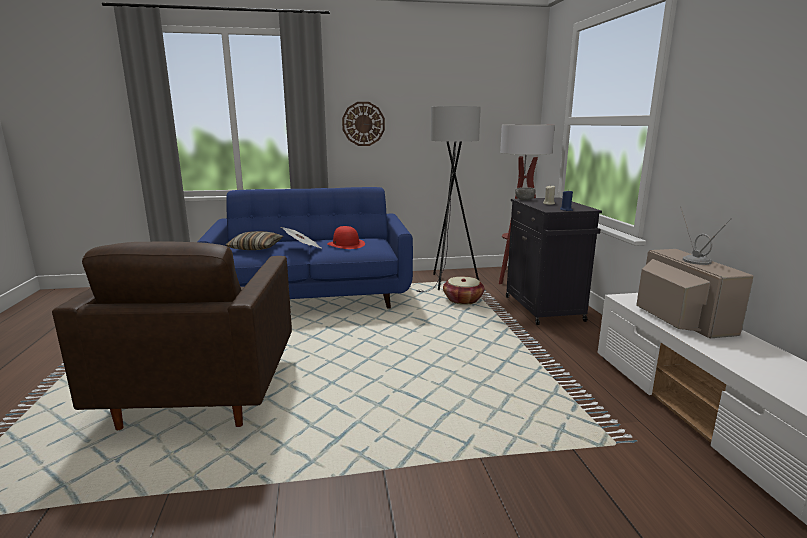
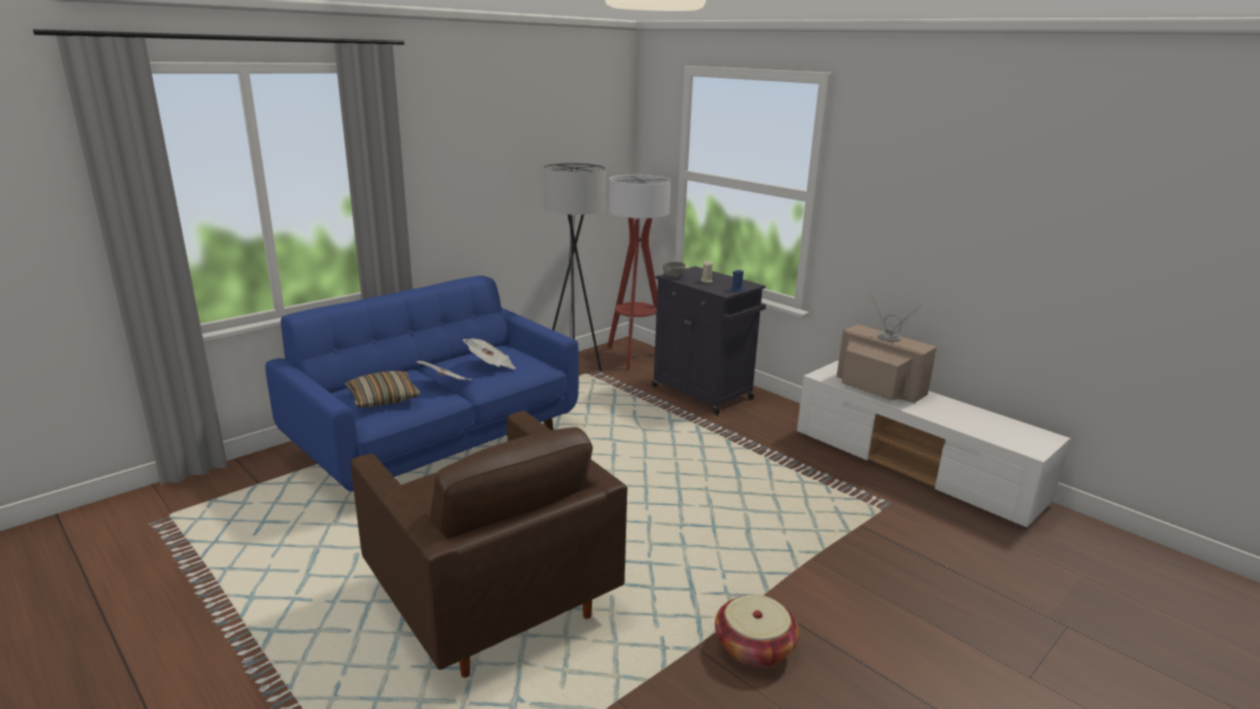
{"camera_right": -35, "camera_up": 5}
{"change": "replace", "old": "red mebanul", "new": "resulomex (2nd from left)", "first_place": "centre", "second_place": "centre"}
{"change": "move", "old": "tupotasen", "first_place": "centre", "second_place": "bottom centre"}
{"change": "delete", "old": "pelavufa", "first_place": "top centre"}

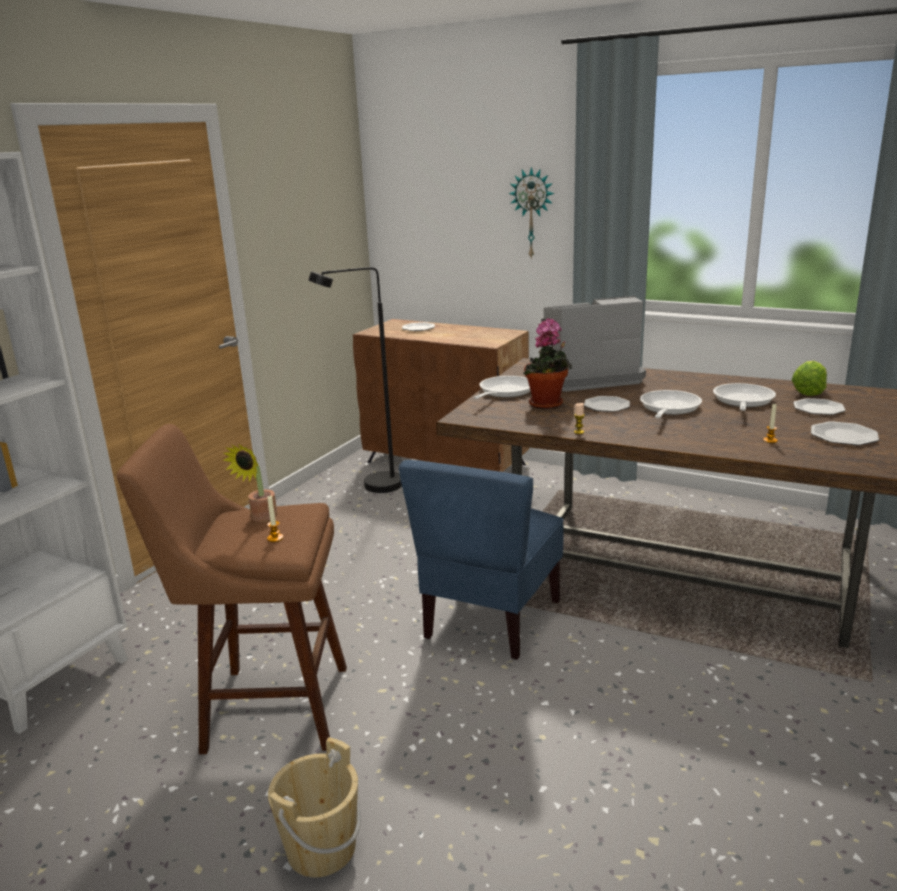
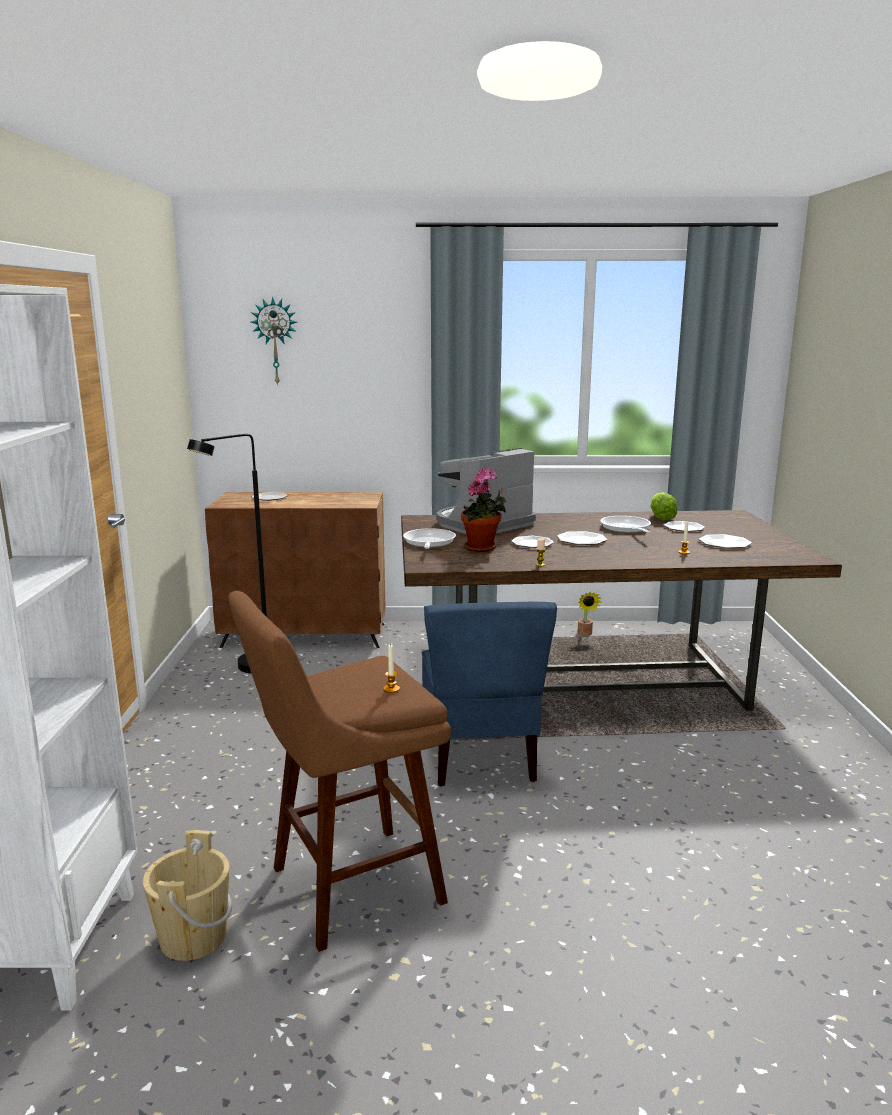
{"camera_right": -30, "camera_up": -5}
{"change": "move", "old": "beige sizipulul", "first_place": "bottom centre", "second_place": "bottom left"}
{"change": "move", "old": "pelavufa", "first_place": "top centre", "second_place": "top left"}
{"change": "replace", "old": "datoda (2nd from left)", "new": "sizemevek (3rd from left)", "first_place": "middle right", "second_place": "centre"}
{"change": "move", "old": "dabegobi (1st from left in the first image)", "new": "dabegobi (2nd from left)", "first_place": "middle left", "second_place": "centre"}

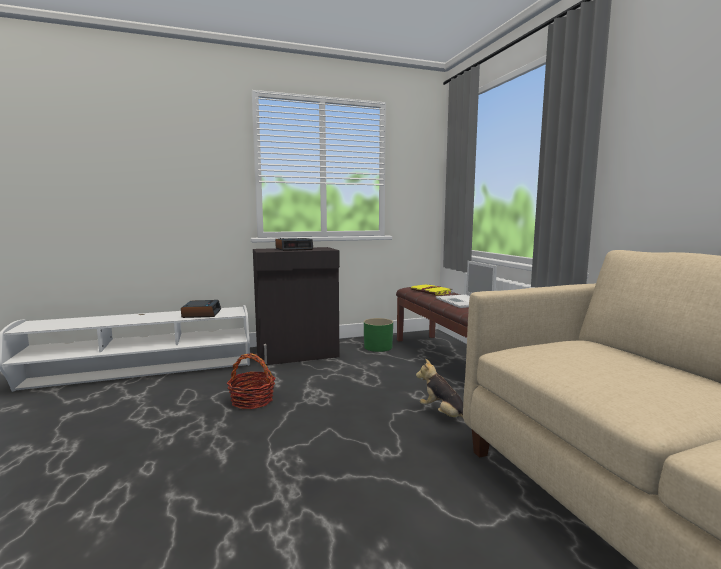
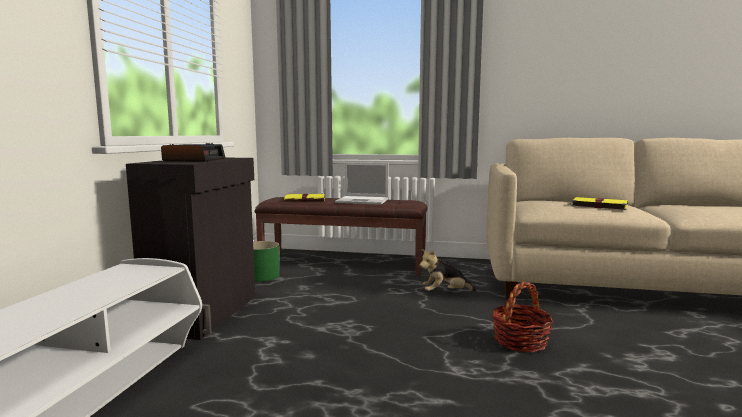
{"camera_right": -60, "camera_up": 0}
{"change": "move", "old": "tupotasen", "first_place": "bottom centre", "second_place": "bottom right"}
{"change": "insert", "new": "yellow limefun (2nd from left)", "second_place": "middle right"}
{"change": "delete", "old": "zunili (1st from left)", "first_place": "middle left"}

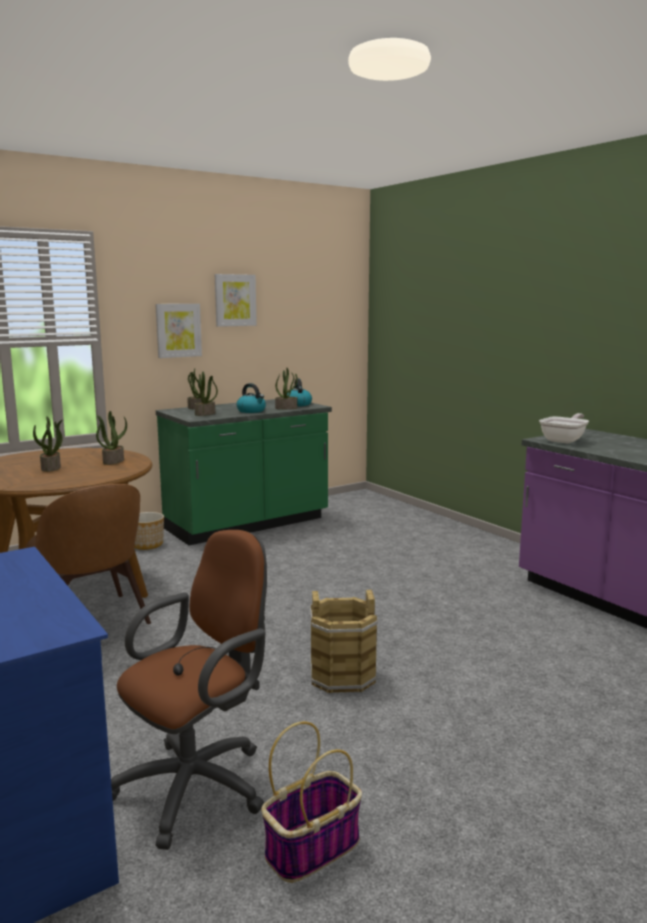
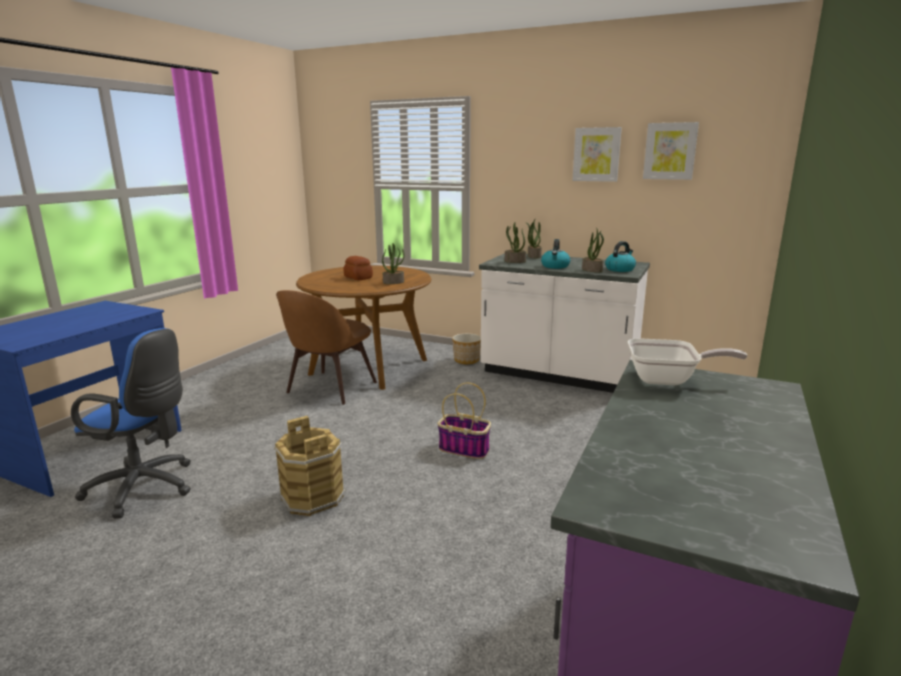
{"camera_right": 60, "camera_up": 5}
{"change": "recolor", "old": "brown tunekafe", "new": "blue tunekafe", "first_place": "bottom left", "second_place": "middle left"}
{"change": "replace", "old": "dabegobi (1st from left)", "new": "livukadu", "first_place": "middle left", "second_place": "centre"}
{"change": "move", "old": "tupotasen", "first_place": "bottom centre", "second_place": "centre"}
{"change": "recolor", "old": "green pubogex", "new": "white pubogex", "first_place": "centre", "second_place": "centre"}
{"change": "move", "old": "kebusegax (1st from left in the first image)", "new": "kebusegax (2nd from left)", "first_place": "middle left", "second_place": "top right"}

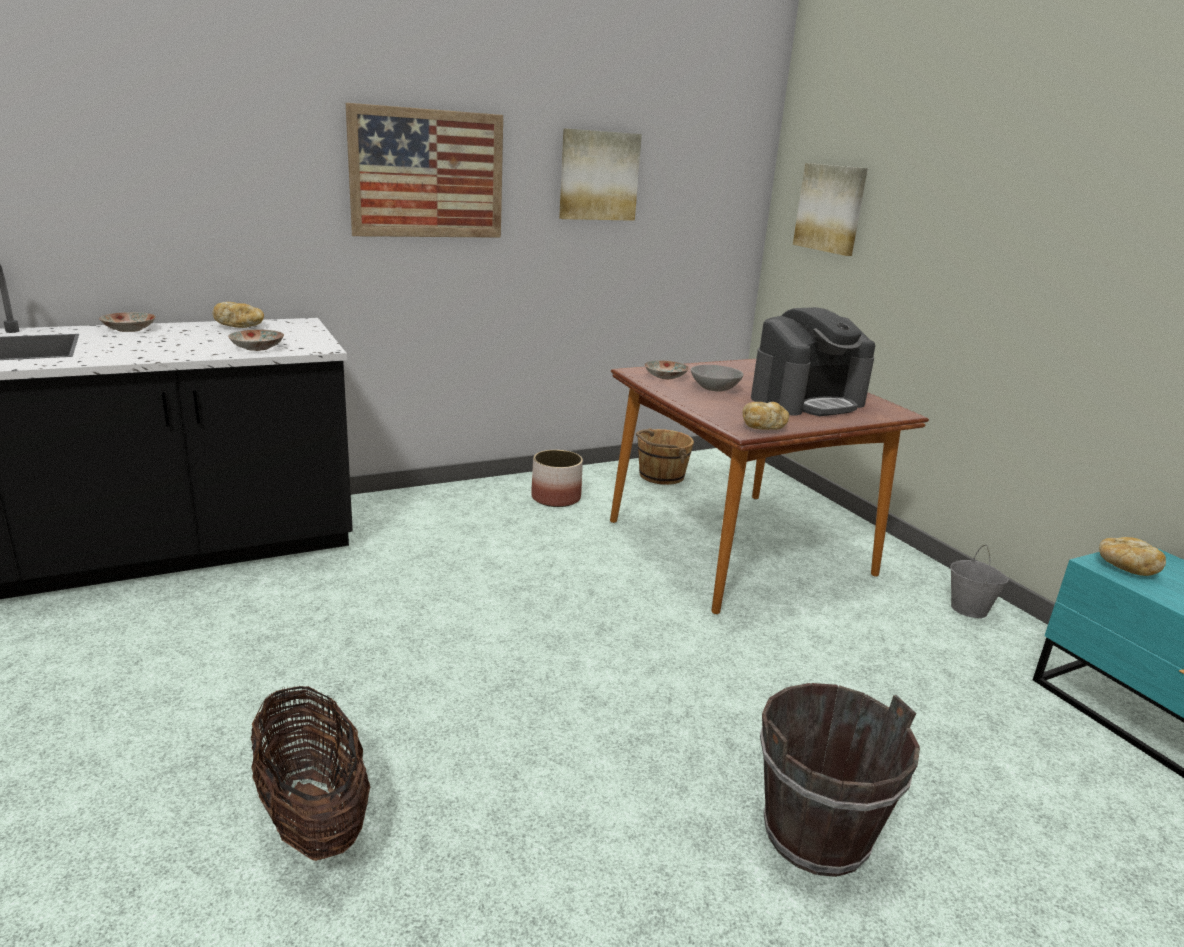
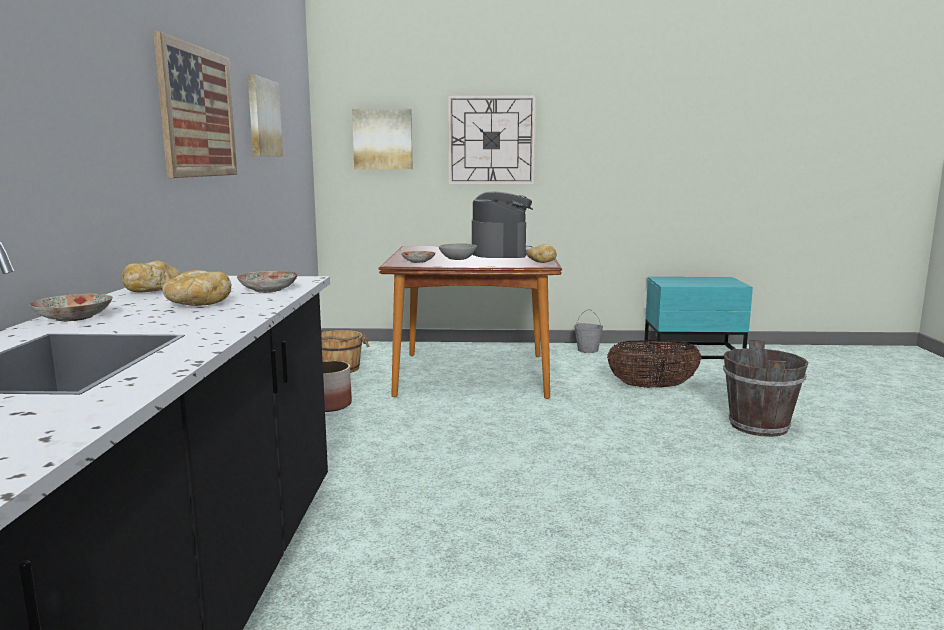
{"camera_right": -60, "camera_up": -10}
{"change": "move", "old": "livukadu (3rd from left in the first image)", "new": "livukadu (2nd from left)", "first_place": "middle right", "second_place": "middle left"}
{"change": "insert", "new": "pelavufa", "second_place": "top centre"}
{"change": "move", "old": "tupotasen", "first_place": "bottom left", "second_place": "middle right"}

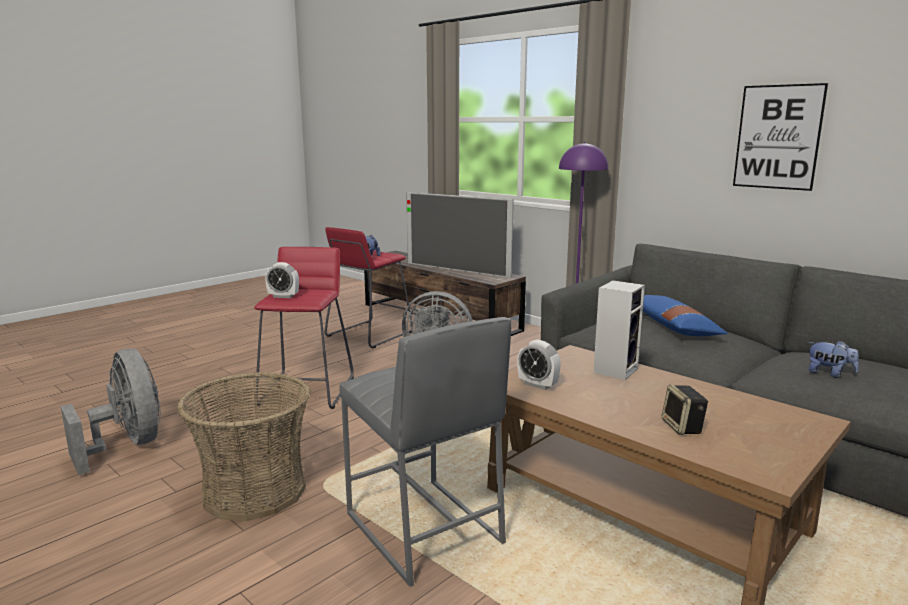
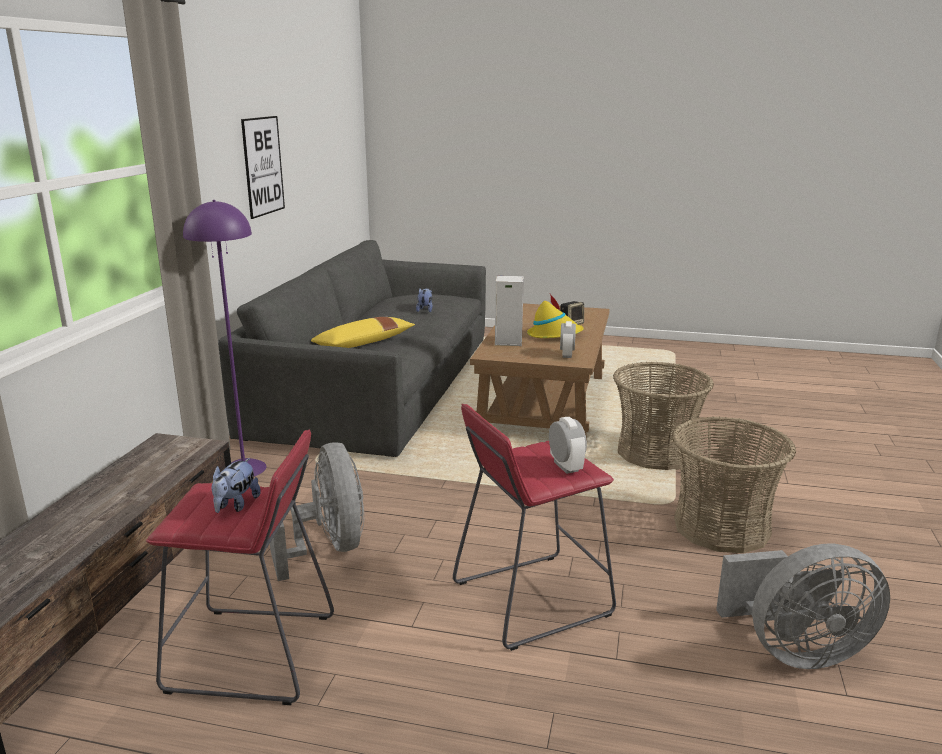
{"camera_right": -120, "camera_up": 5}
{"change": "recolor", "old": "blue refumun", "new": "yellow refumun", "first_place": "middle right", "second_place": "centre"}
{"change": "insert", "new": "yellow mebanul", "second_place": "centre"}
{"change": "replace", "old": "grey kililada", "new": "tupotasen (1st from left)", "first_place": "bottom centre", "second_place": "middle right"}
{"change": "rotate", "old": "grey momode (1st from left in the first image)", "first_place": "bottom left", "second_place": "bottom right", "degrees": -120}
{"change": "delete", "old": "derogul", "first_place": "centre"}

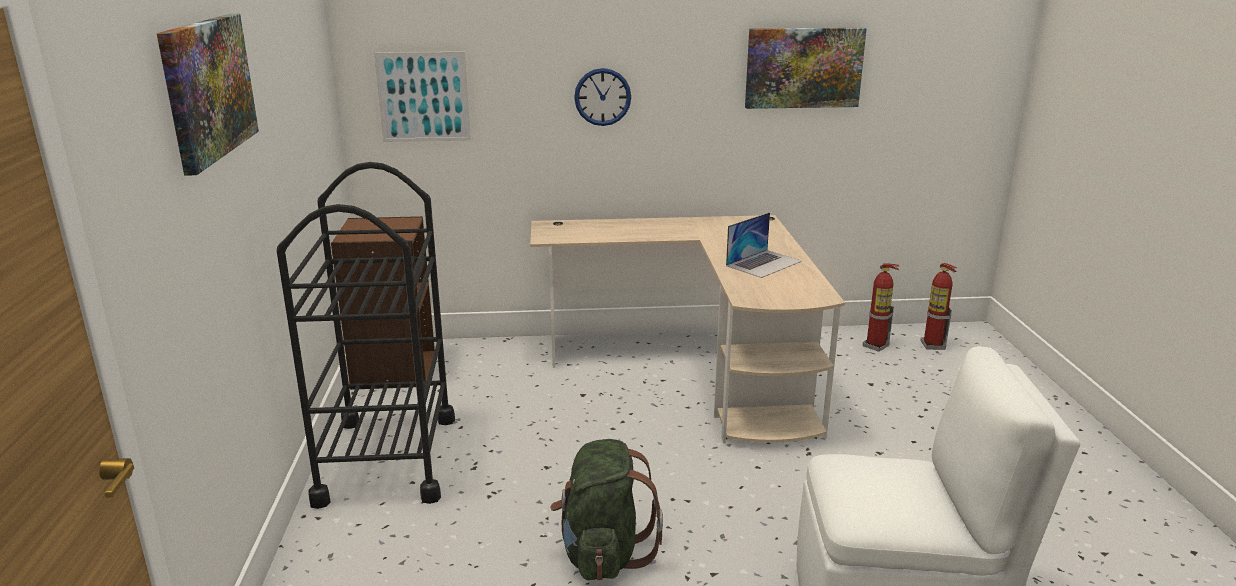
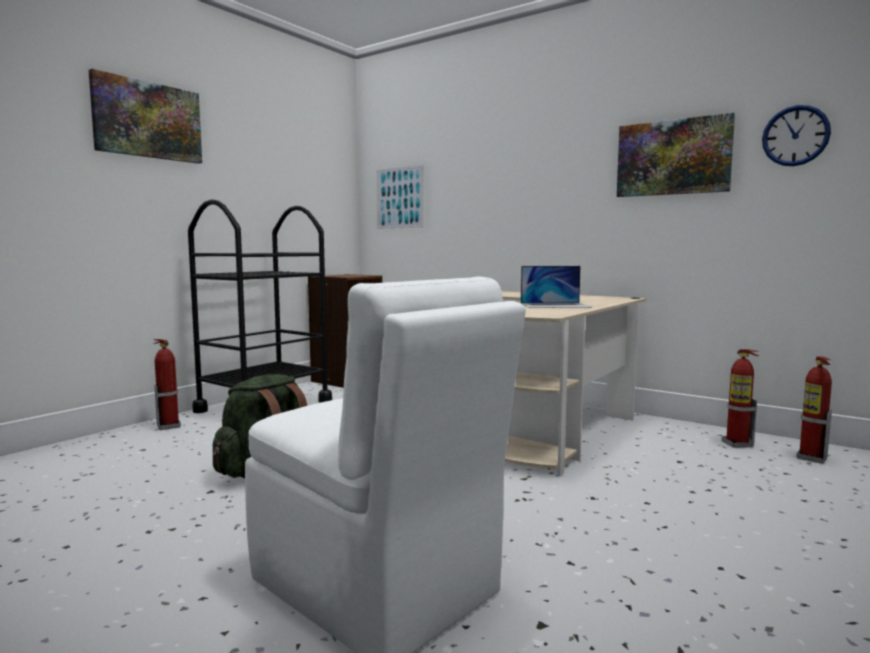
{"camera_right": 40, "camera_up": -15}
{"change": "insert", "new": "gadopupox (1st from left)", "second_place": "middle left"}
{"change": "move", "old": "pelavufa", "first_place": "top centre", "second_place": "top right"}

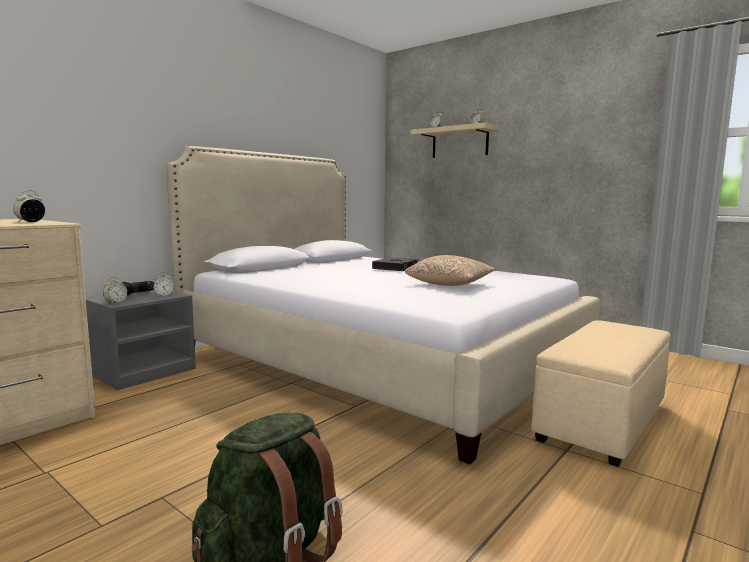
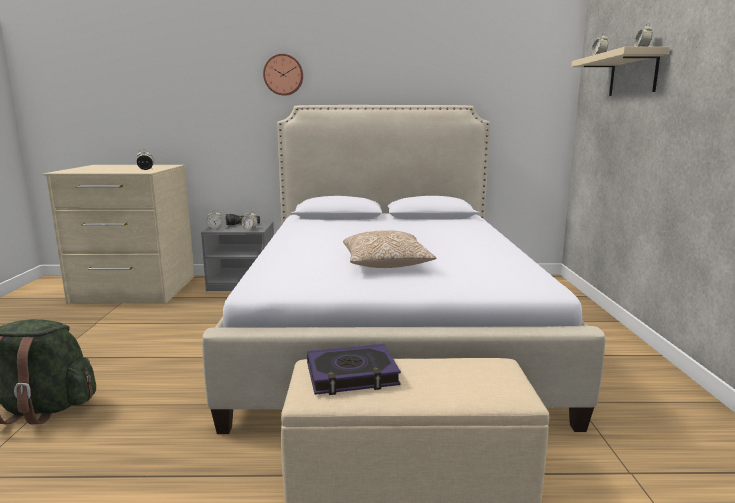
{"camera_right": 50, "camera_up": 5}
{"change": "insert", "new": "pelavufa", "second_place": "top centre"}
{"change": "move", "old": "limefun", "first_place": "centre", "second_place": "bottom centre"}

